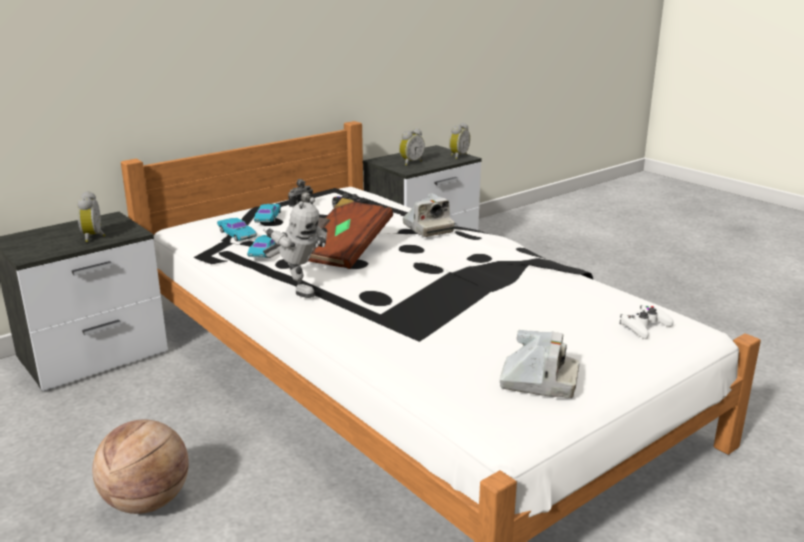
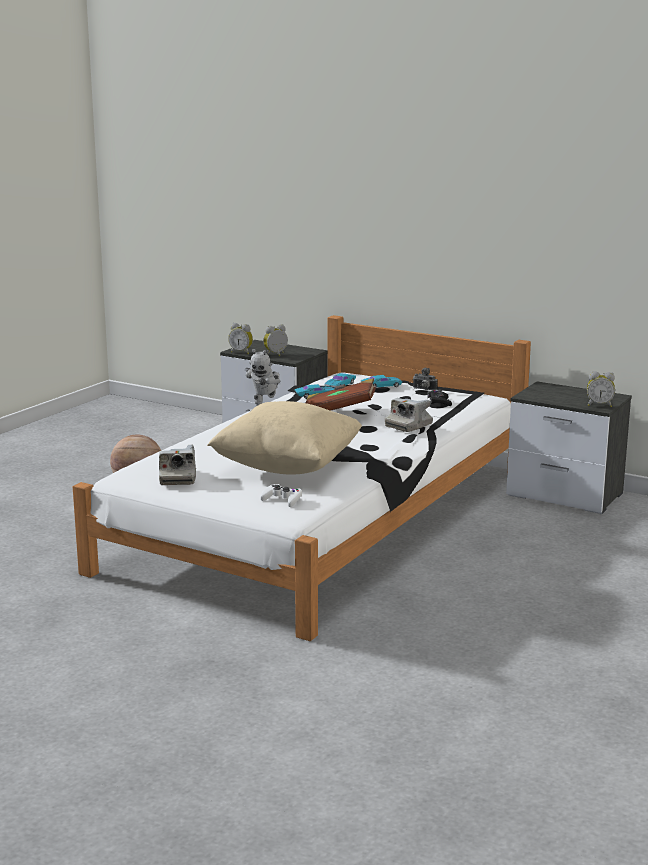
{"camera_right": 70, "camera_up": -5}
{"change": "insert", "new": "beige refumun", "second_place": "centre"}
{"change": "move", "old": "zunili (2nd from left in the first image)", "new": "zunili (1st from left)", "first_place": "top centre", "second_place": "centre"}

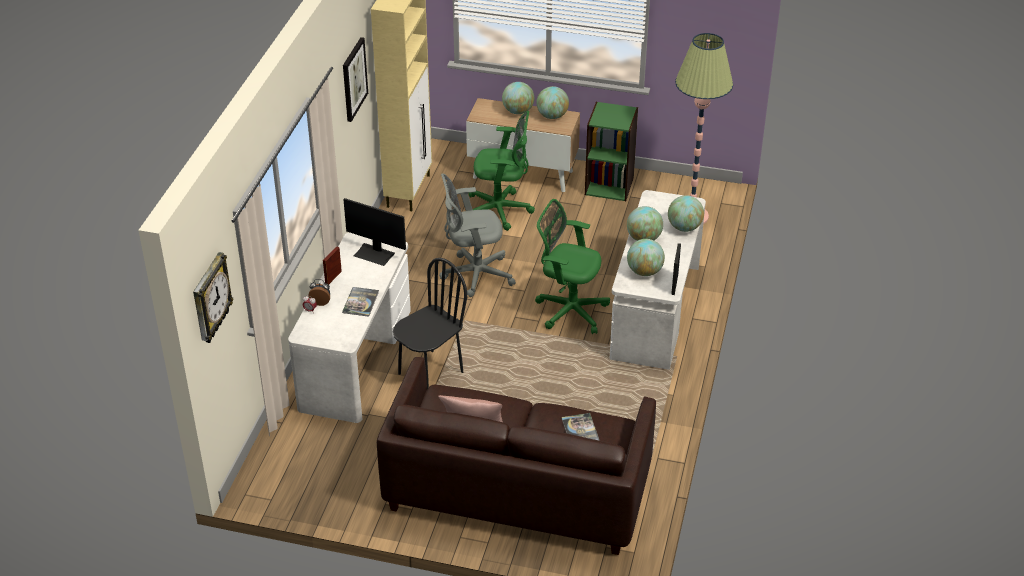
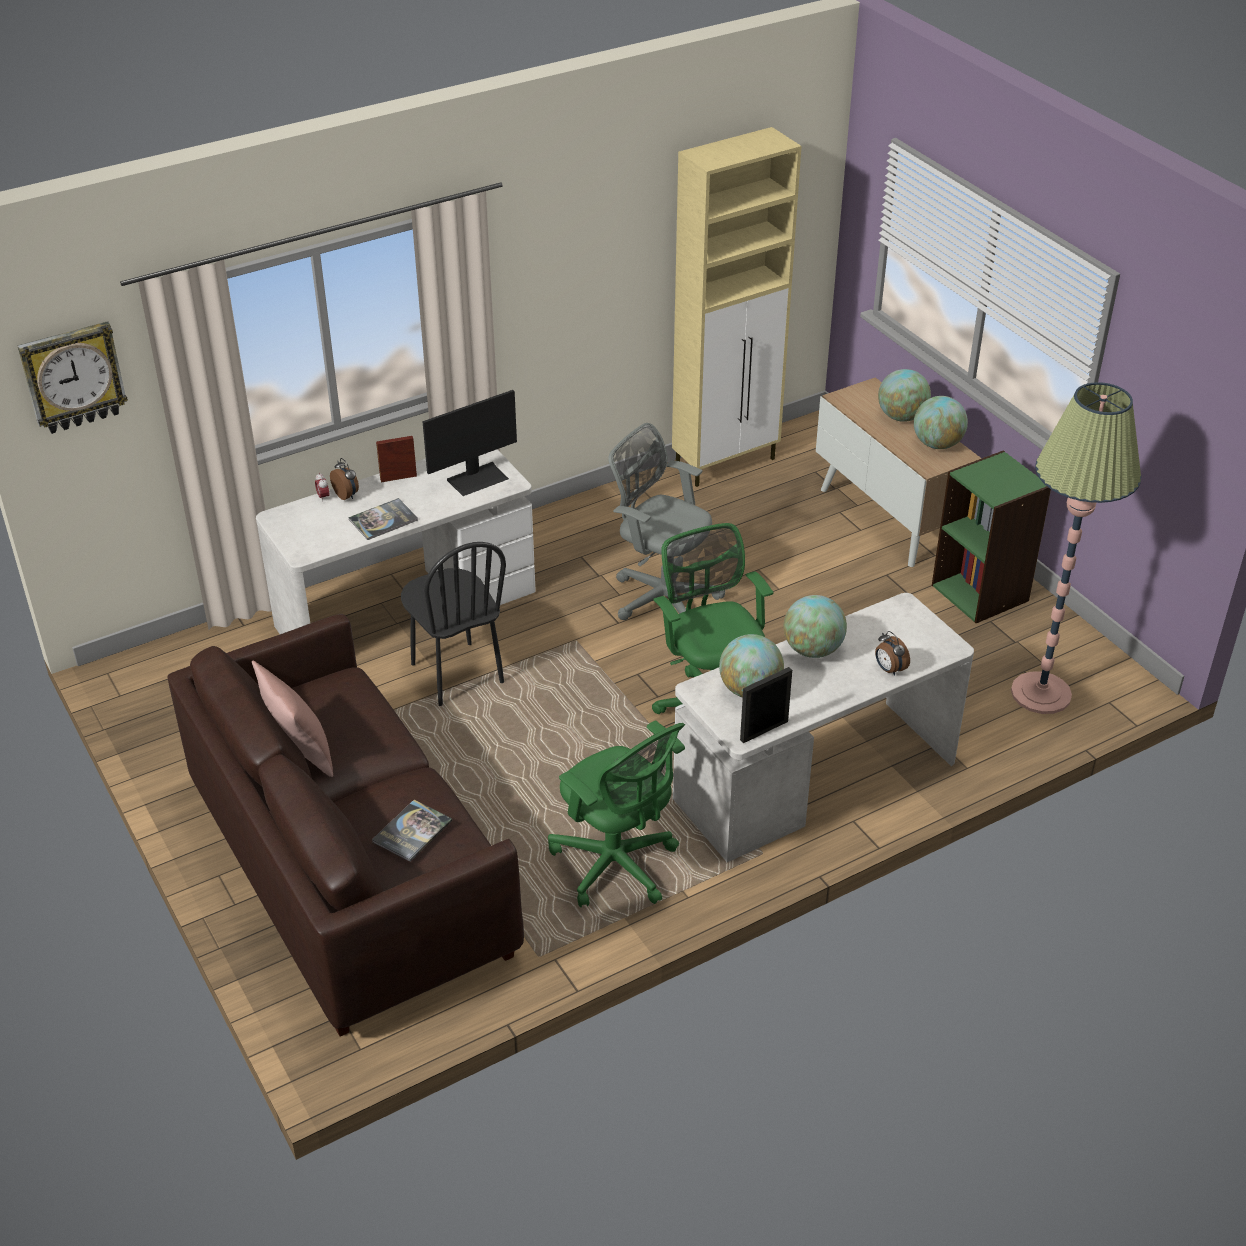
{"camera_right": 45, "camera_up": 0}
{"change": "rotate", "old": "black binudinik", "first_place": "centre", "second_place": "centre", "degrees": 60}
{"change": "rotate", "old": "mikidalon", "first_place": "centre", "second_place": "centre", "degrees": -105}
{"change": "move", "old": "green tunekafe (1st from left)", "first_place": "top centre", "second_place": "centre"}
{"change": "replace", "old": "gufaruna (5th from left)", "new": "zunili (3rd from left)", "first_place": "middle right", "second_place": "middle right"}
{"change": "delete", "old": "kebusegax", "first_place": "top centre"}

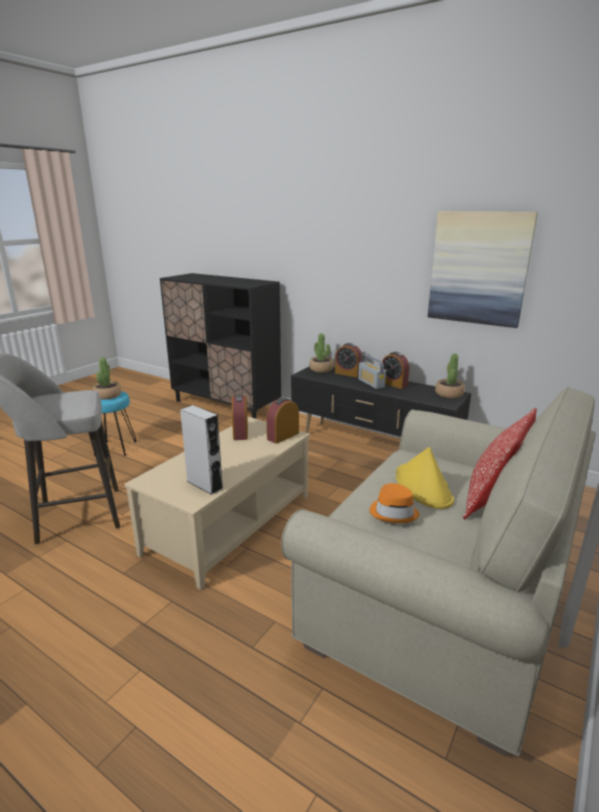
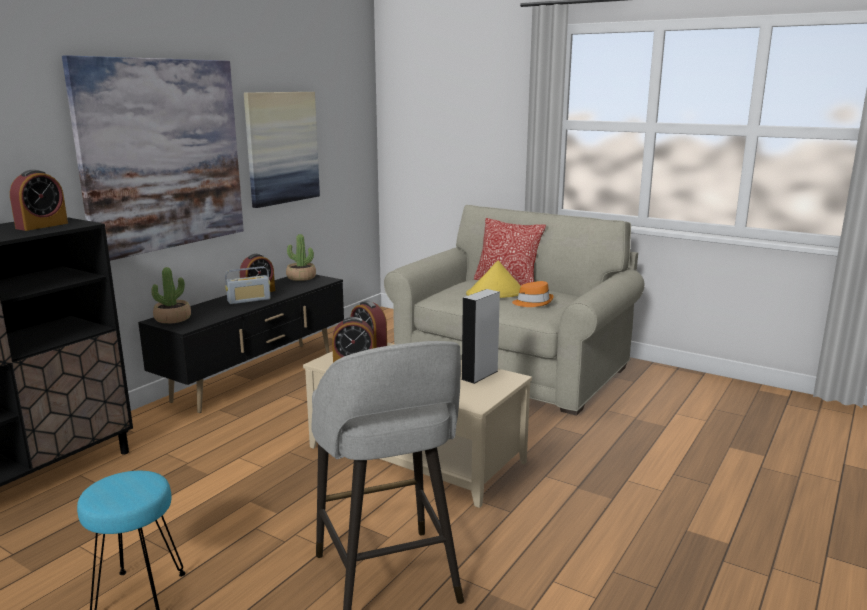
{"camera_right": -90, "camera_up": -5}
{"change": "move", "old": "zunili (3rd from left in the first image)", "new": "zunili (1st from left)", "first_place": "centre", "second_place": "top left"}
{"change": "insert", "new": "kebusegax (1st from left)", "second_place": "top left"}
{"change": "delete", "old": "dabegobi (1st from left)", "first_place": "middle left"}

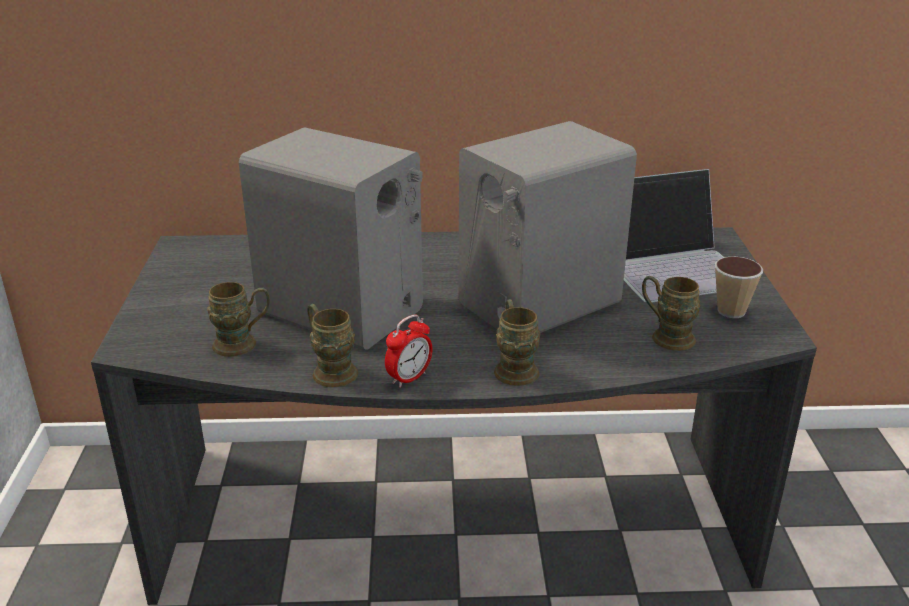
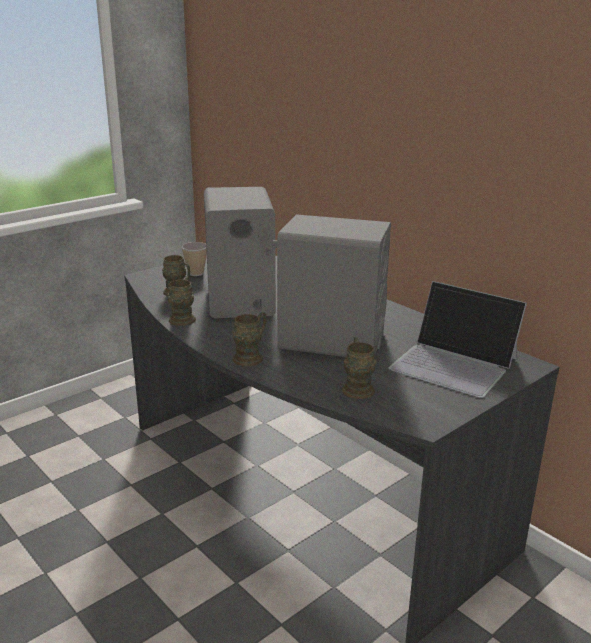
{"camera_right": 50, "camera_up": -5}
{"change": "move", "old": "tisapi", "first_place": "middle right", "second_place": "middle left"}
{"change": "delete", "old": "zunili", "first_place": "centre"}

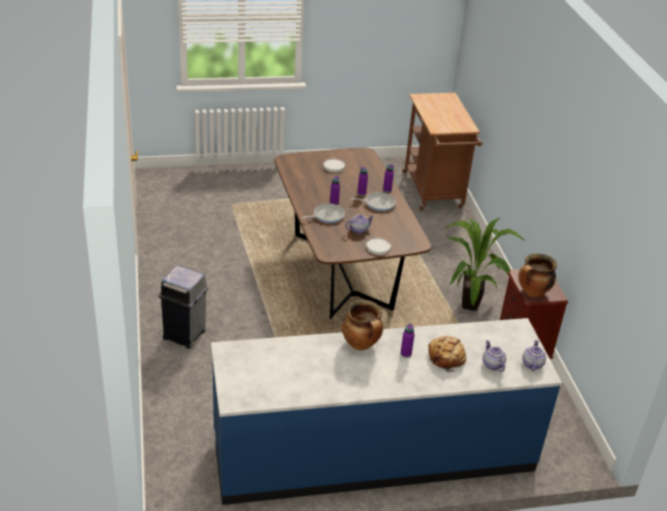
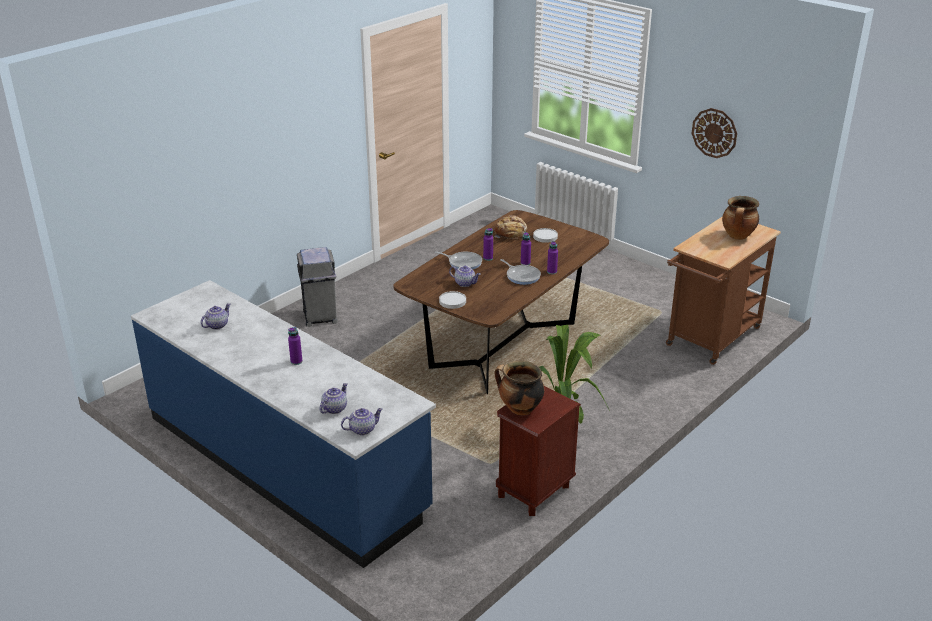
{"camera_right": 55, "camera_up": -5}
{"change": "insert", "new": "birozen (1st from left)", "second_place": "middle left"}
{"change": "move", "old": "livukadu", "first_place": "bottom right", "second_place": "centre"}
{"change": "insert", "new": "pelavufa", "second_place": "top right"}
{"change": "move", "old": "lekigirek (1st from left in the first image)", "new": "lekigirek (2nd from left)", "first_place": "centre", "second_place": "middle right"}

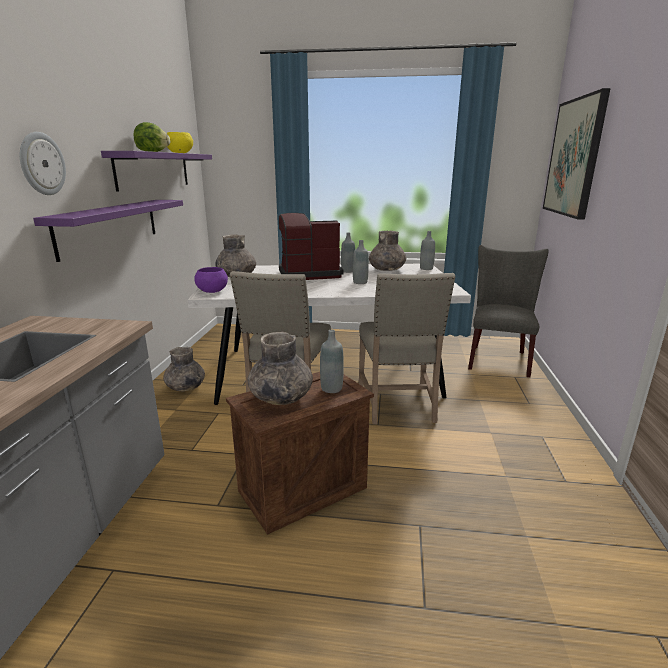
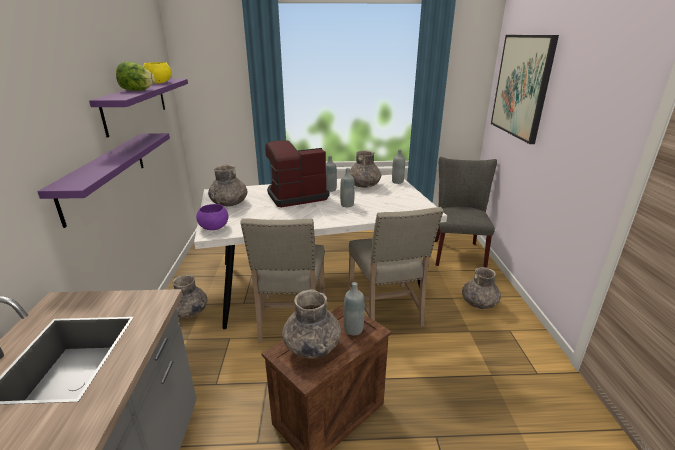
{"camera_right": -10, "camera_up": 5}
{"change": "insert", "new": "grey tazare (5th from left)", "second_place": "middle right"}
{"change": "delete", "old": "pelavufa", "first_place": "top left"}

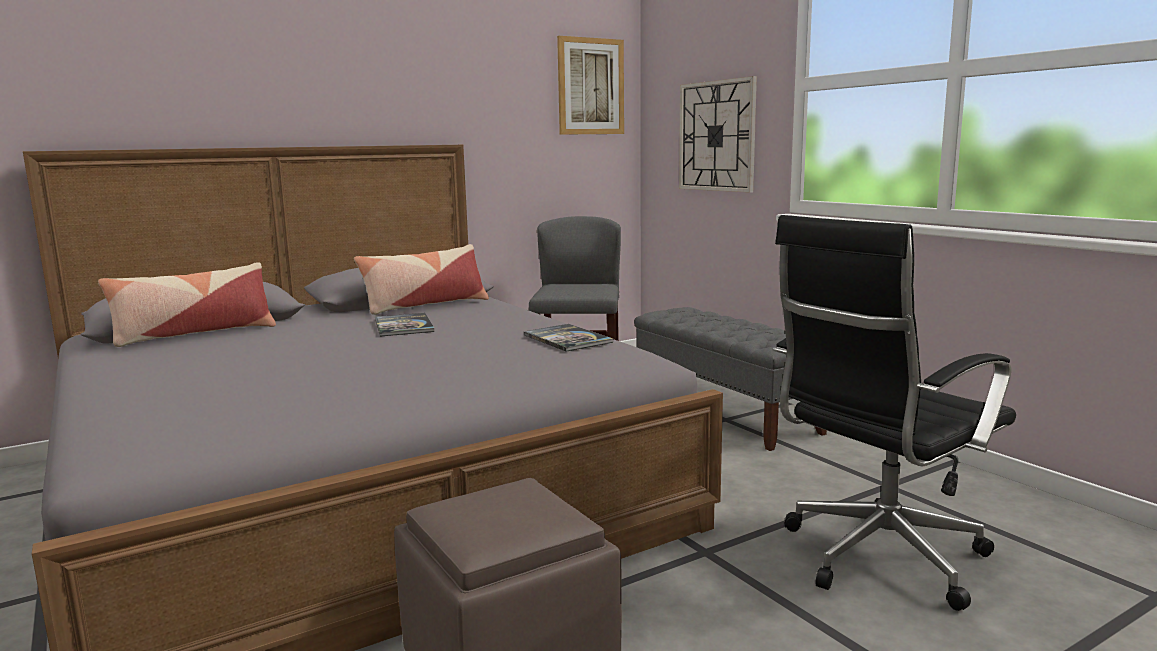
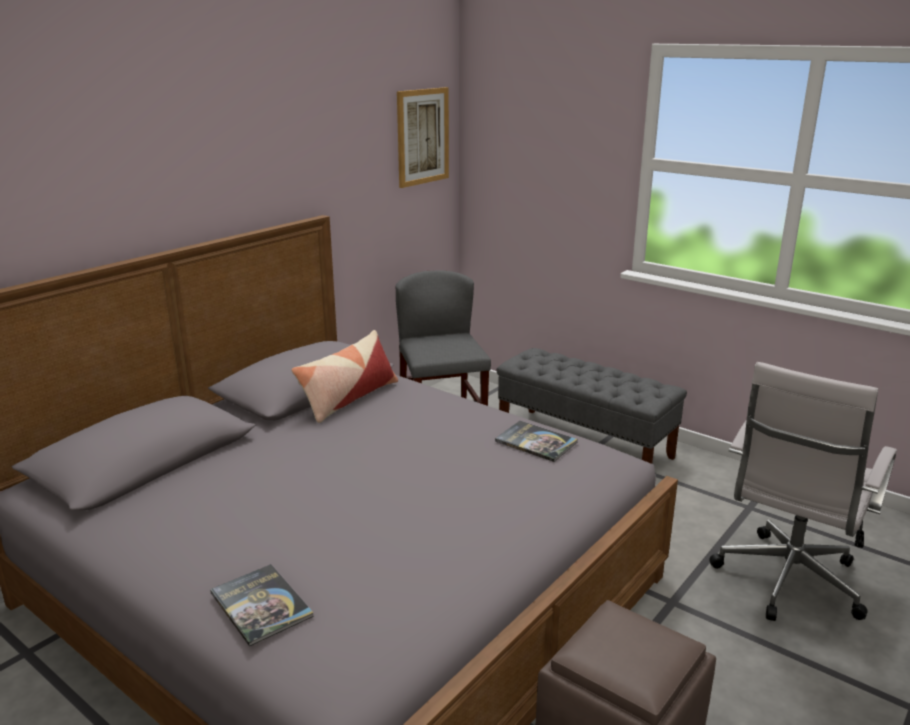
{"camera_right": -20, "camera_up": 10}
{"change": "move", "old": "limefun (1st from left)", "first_place": "centre", "second_place": "bottom left"}
{"change": "recolor", "old": "black tunekafe", "new": "white tunekafe", "first_place": "middle right", "second_place": "bottom right"}
{"change": "delete", "old": "refumun (1st from left)", "first_place": "middle left"}
{"change": "delete", "old": "pelavufa", "first_place": "top centre"}

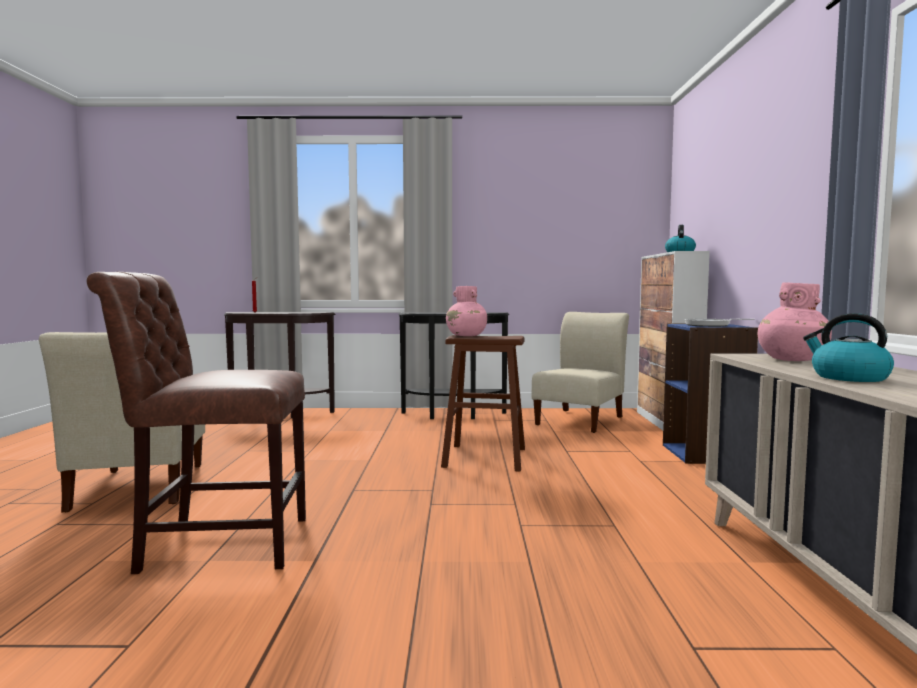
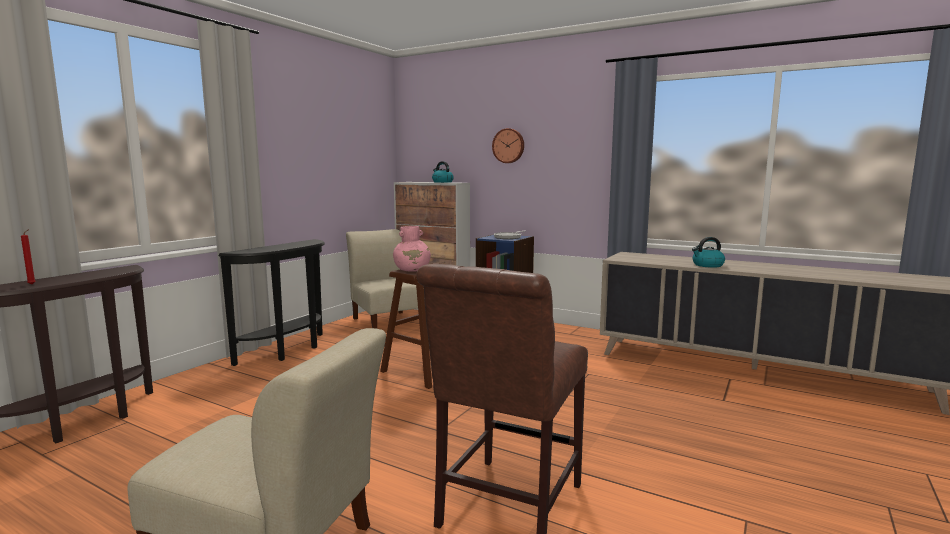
{"camera_right": -60, "camera_up": 5}
{"change": "insert", "new": "pelavufa", "second_place": "top centre"}
{"change": "delete", "old": "pink tazare (2nd from left)", "first_place": "middle right"}

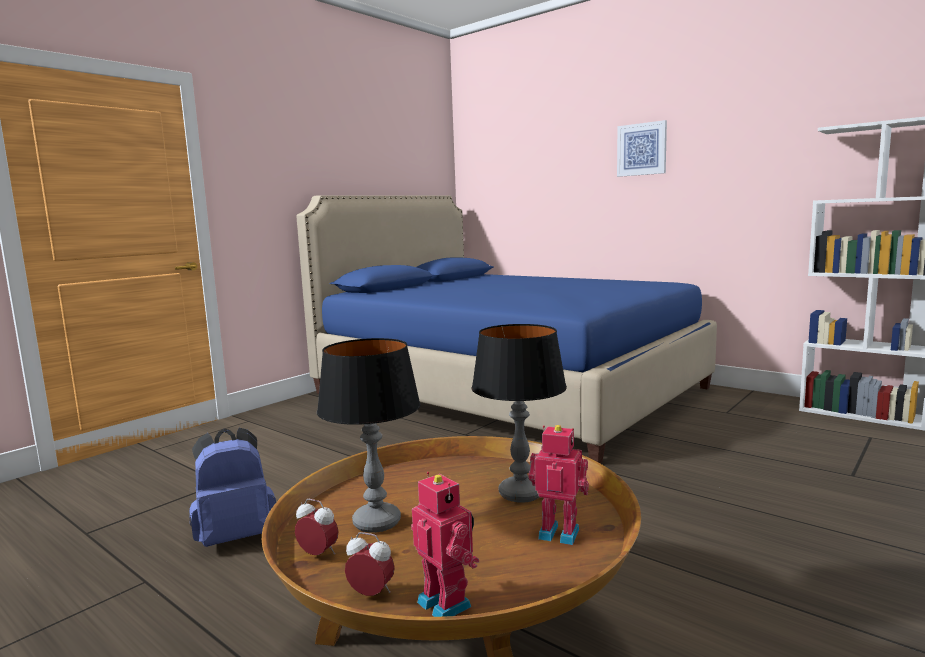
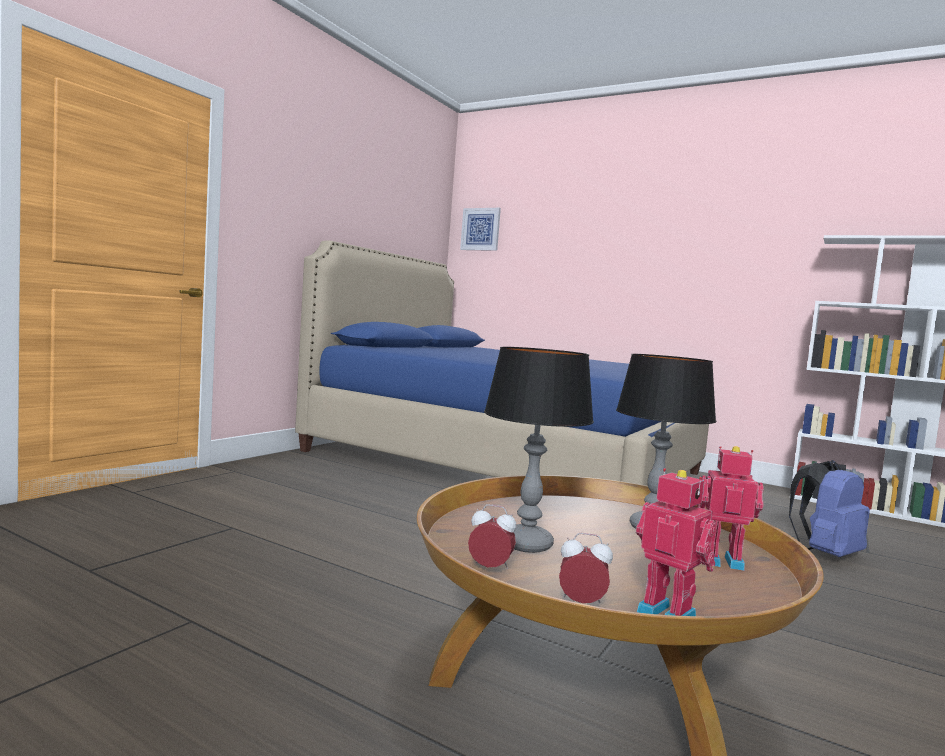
{"camera_right": -10, "camera_up": -5}
{"change": "move", "old": "kebusegax", "first_place": "top right", "second_place": "top centre"}
{"change": "move", "old": "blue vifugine", "first_place": "bottom left", "second_place": "bottom right"}

